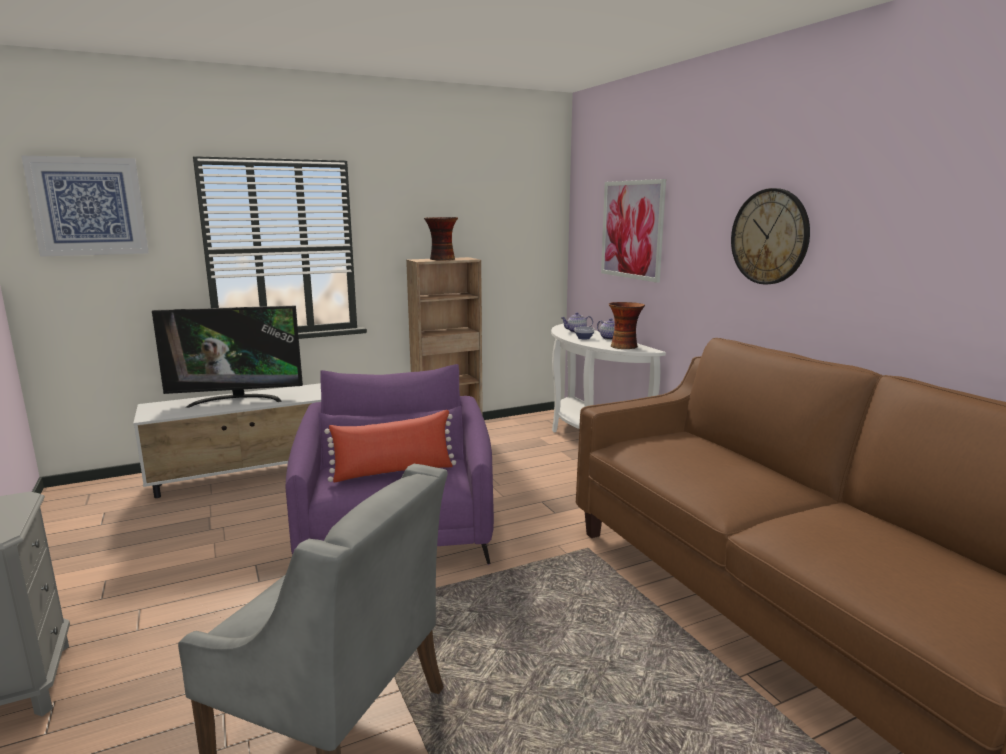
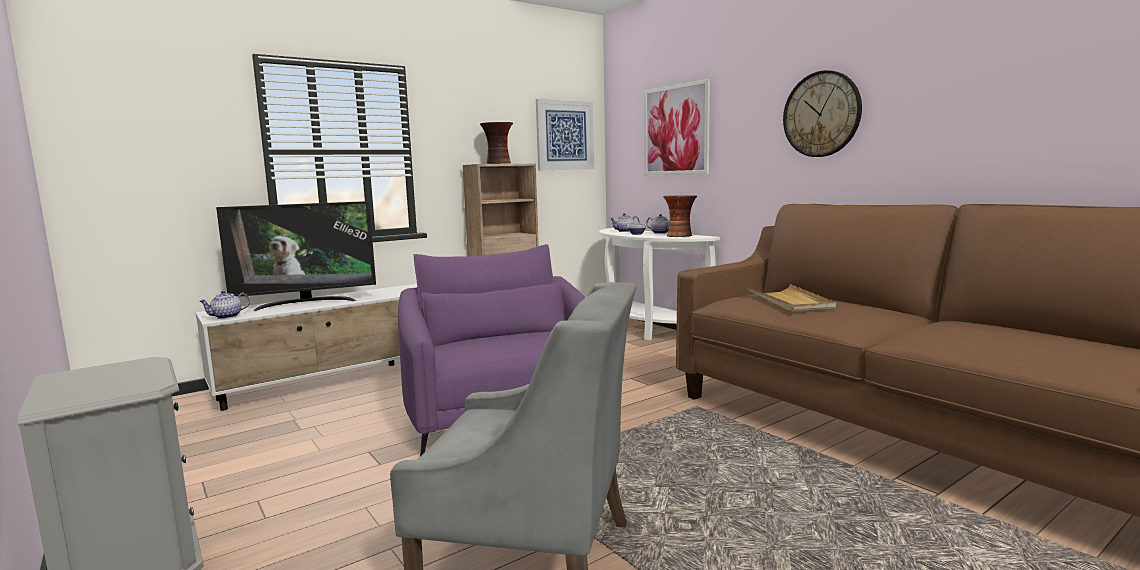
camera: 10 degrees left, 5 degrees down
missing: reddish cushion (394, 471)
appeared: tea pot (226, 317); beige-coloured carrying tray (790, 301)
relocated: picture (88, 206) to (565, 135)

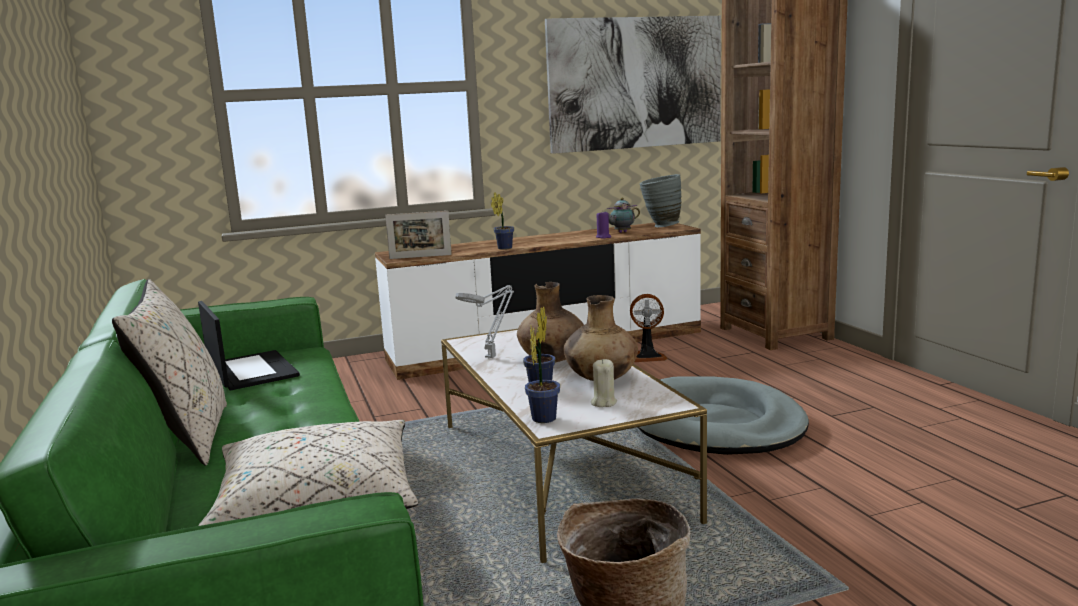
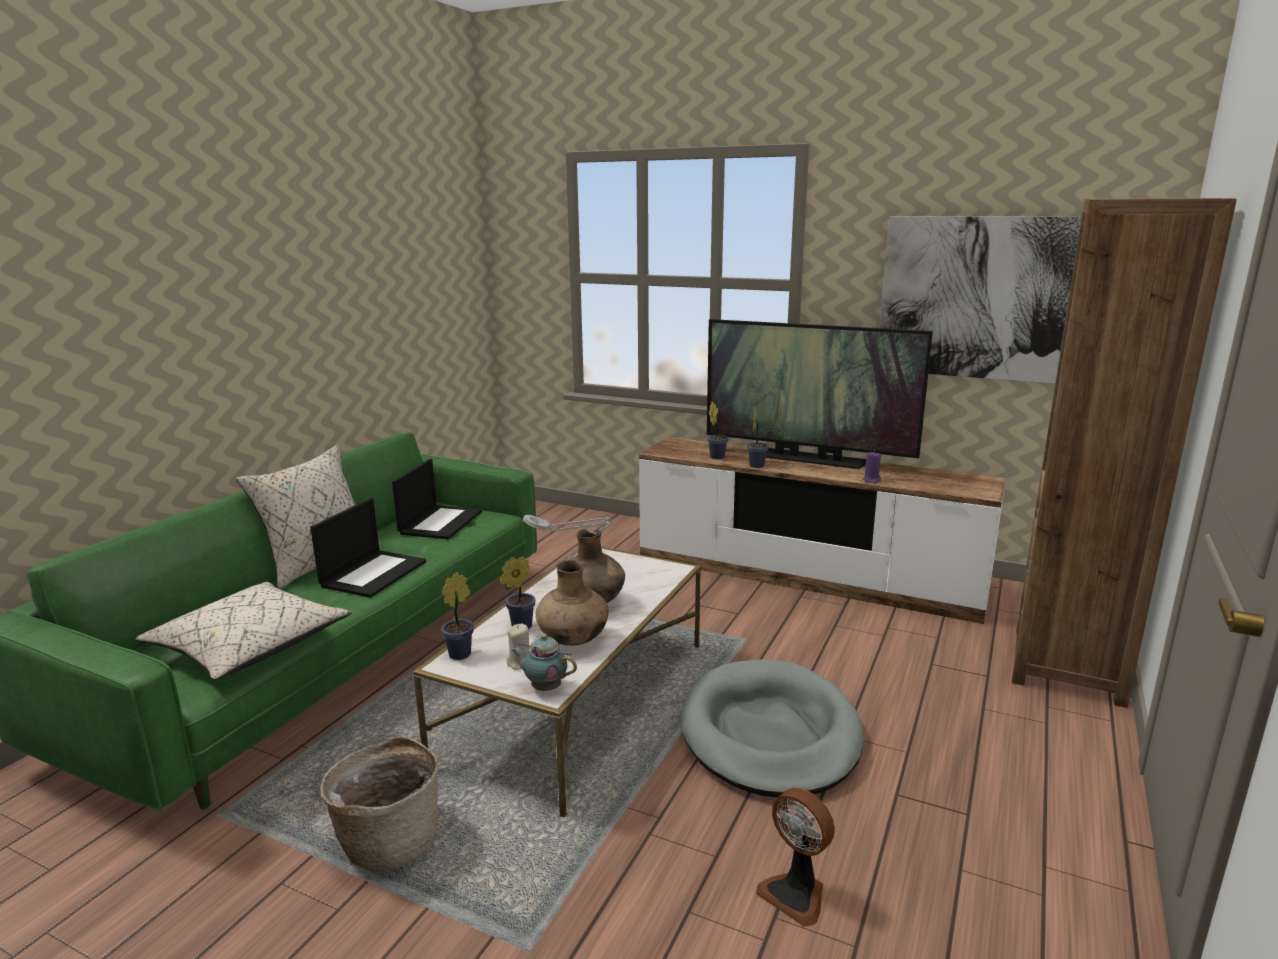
camera: 45 degrees right, 5 degrees up
missing: standing frame (420, 257); gray flower vase (660, 226)
appeared: laptop (374, 573); TV (807, 459); houseplant (716, 456)
relocated: tea pot (621, 232) to (544, 687); cooling fan (647, 357) to (796, 894)

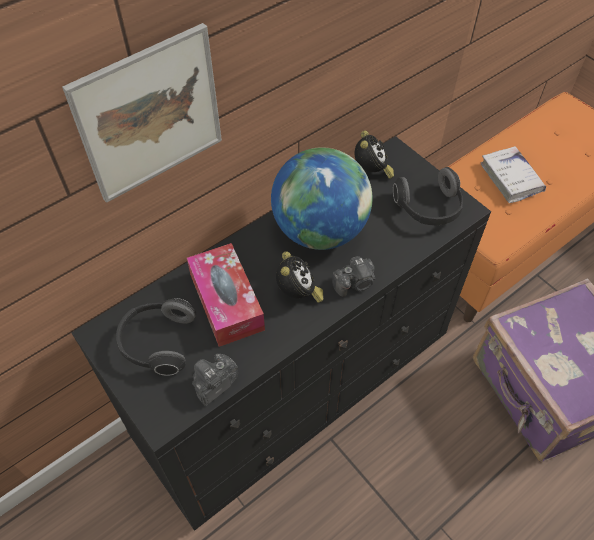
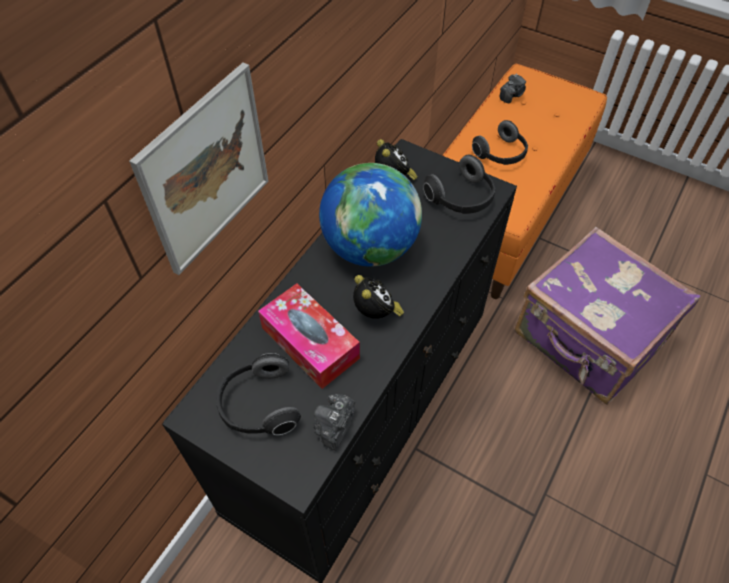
camera: 20 degrees left, 0 degrees up
relocated: still camera (355, 283) to (512, 95)
exchanged: white book (510, 179) to headphones (501, 154)

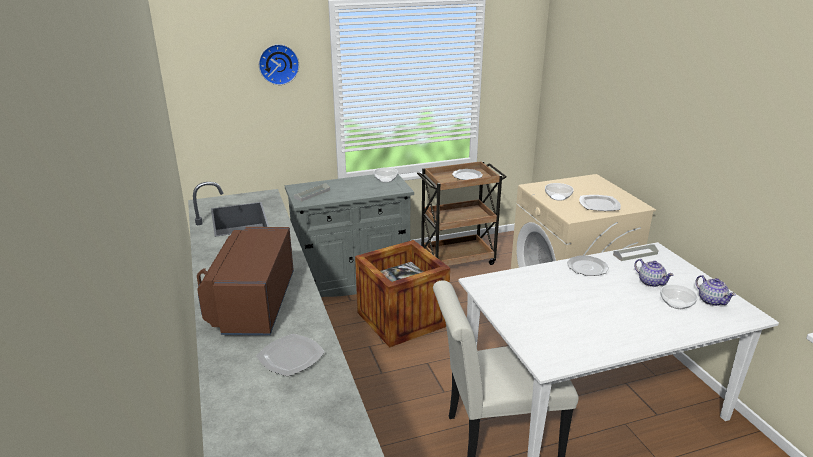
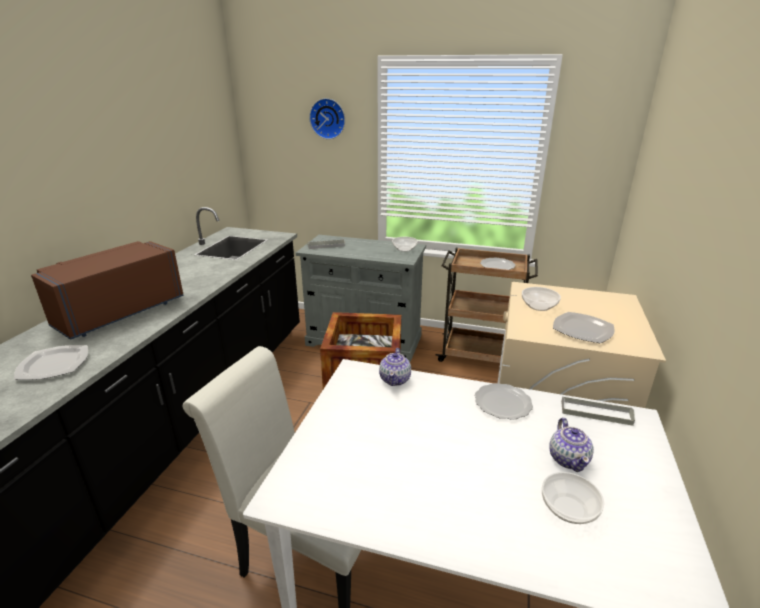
camera: 35 degrees right, 0 degrees up
relocated: tea pot (711, 301) to (395, 379)

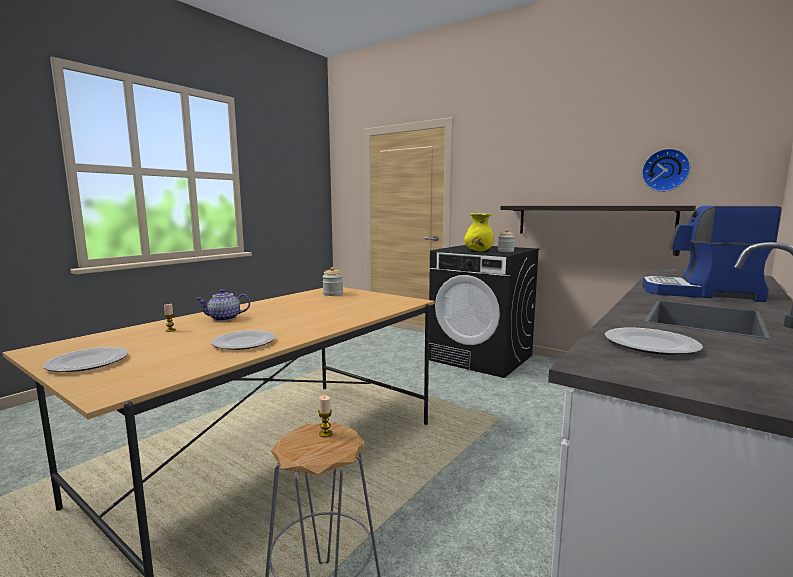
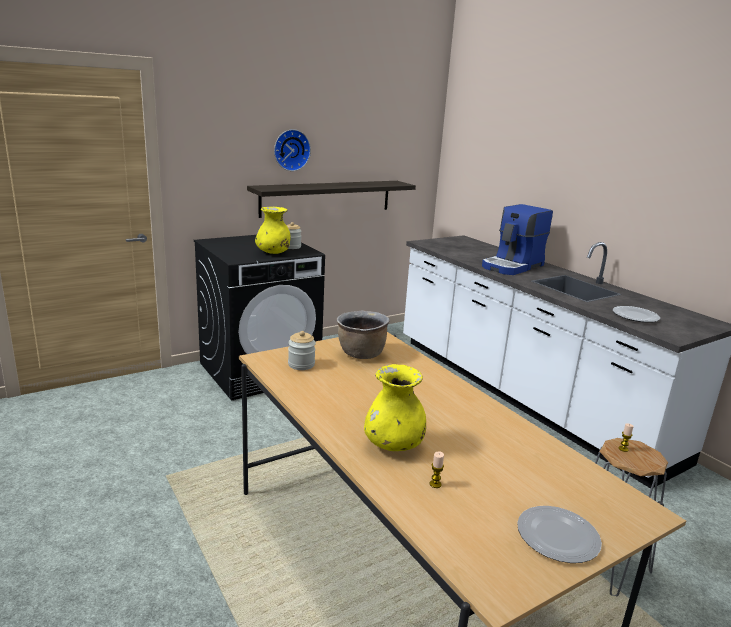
camera: 70 degrees left, 10 degrees up
missing: dinner plate (243, 343)
appeared: brown saucepot (361, 354)
relocated: clock on the wall (665, 170) to (291, 150)
exchanged: tea pot (224, 318) to yellowish flower vase (393, 445)

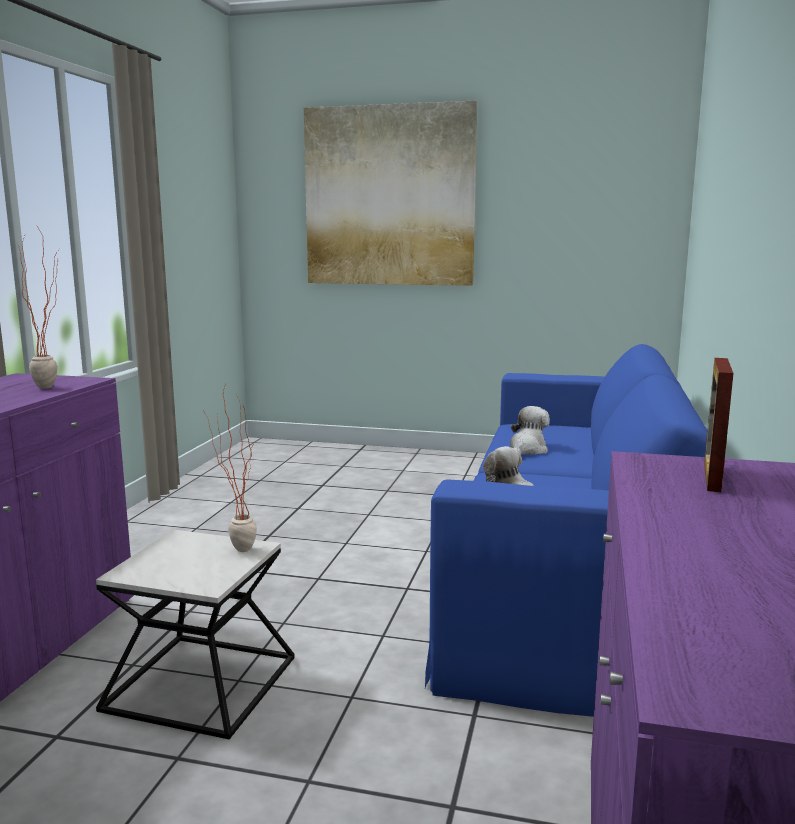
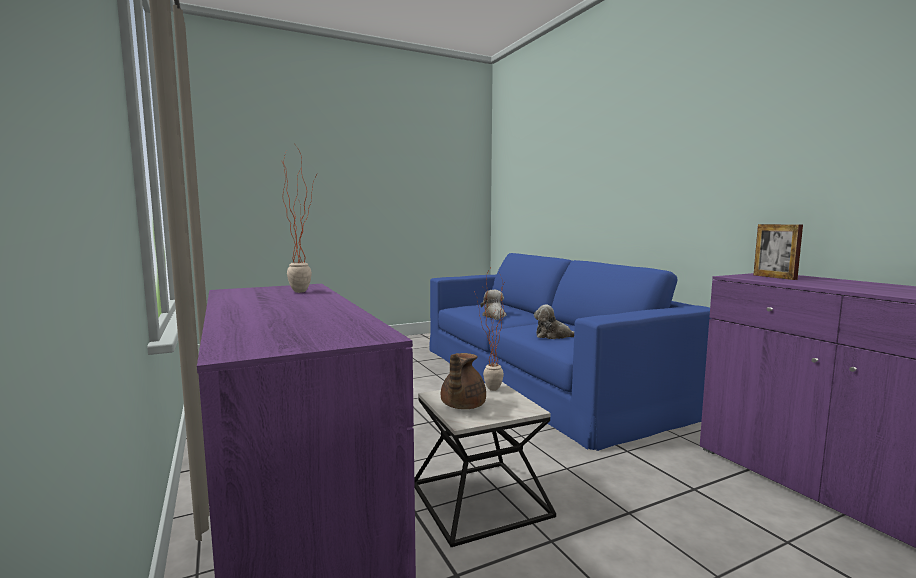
camera: 40 degrees left, 5 degrees down
missing: picture (389, 196)
appeared: brown tea pot (461, 406)

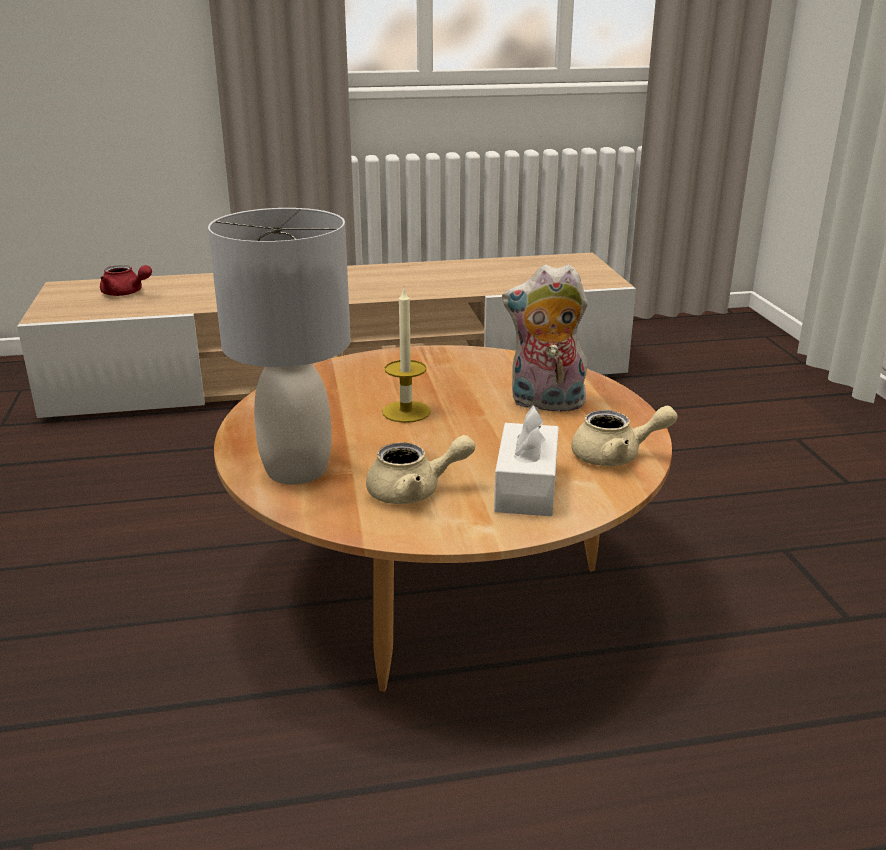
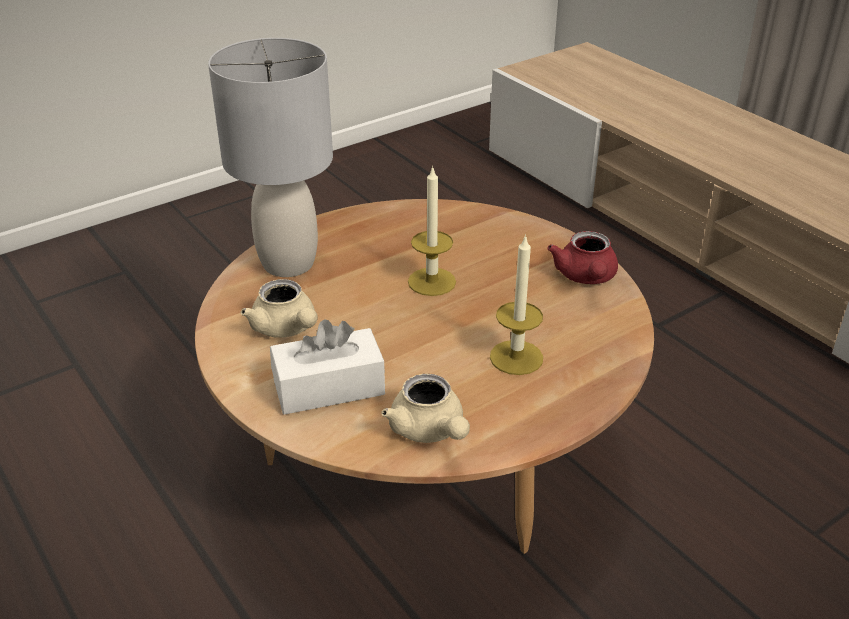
camera: 65 degrees right, 10 degrees up
relocated: reddish tea pot (126, 293) to (586, 277)
exchanged: cuddly toy (545, 404) to wax candle (516, 357)

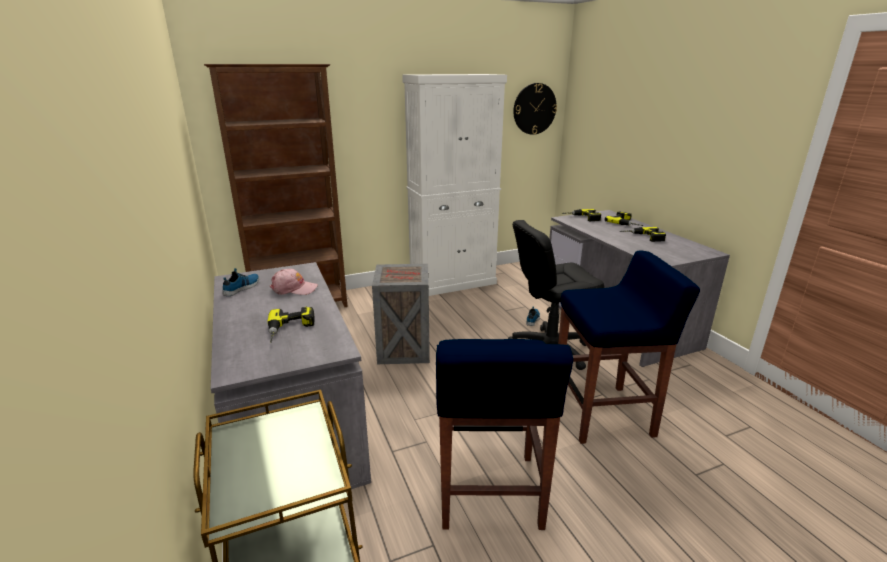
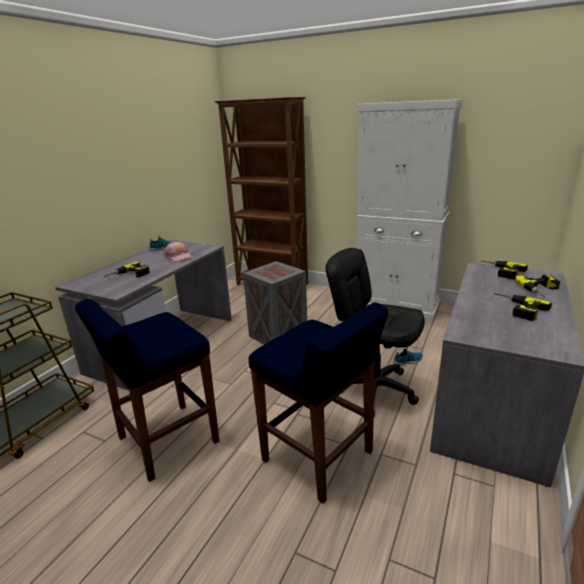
camera: 50 degrees right, 0 degrees up
missing: clock on the wall (534, 109)

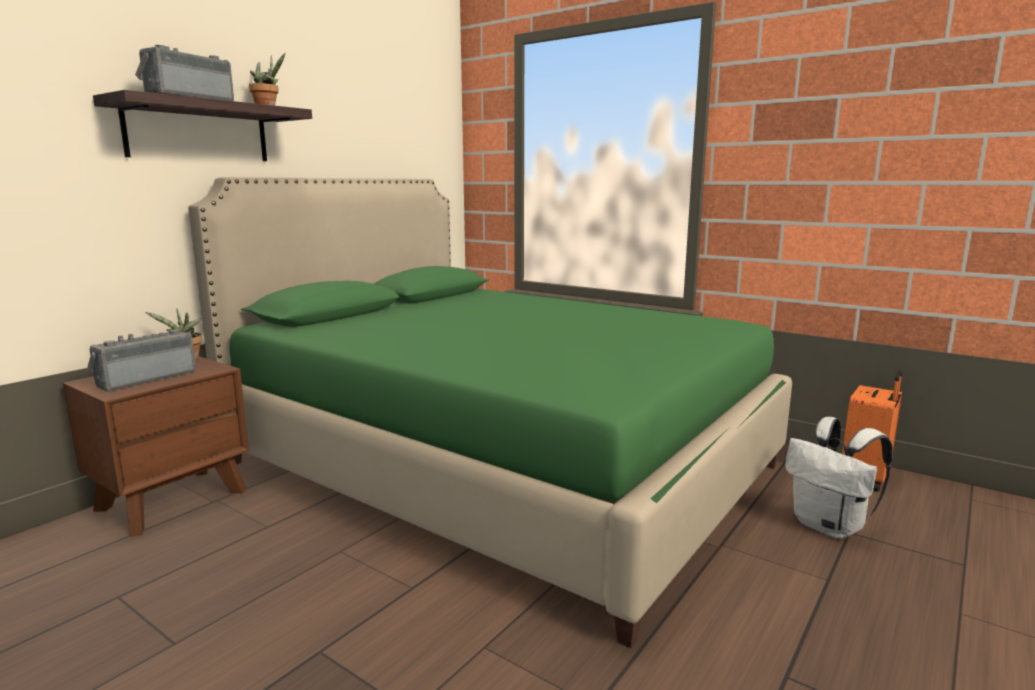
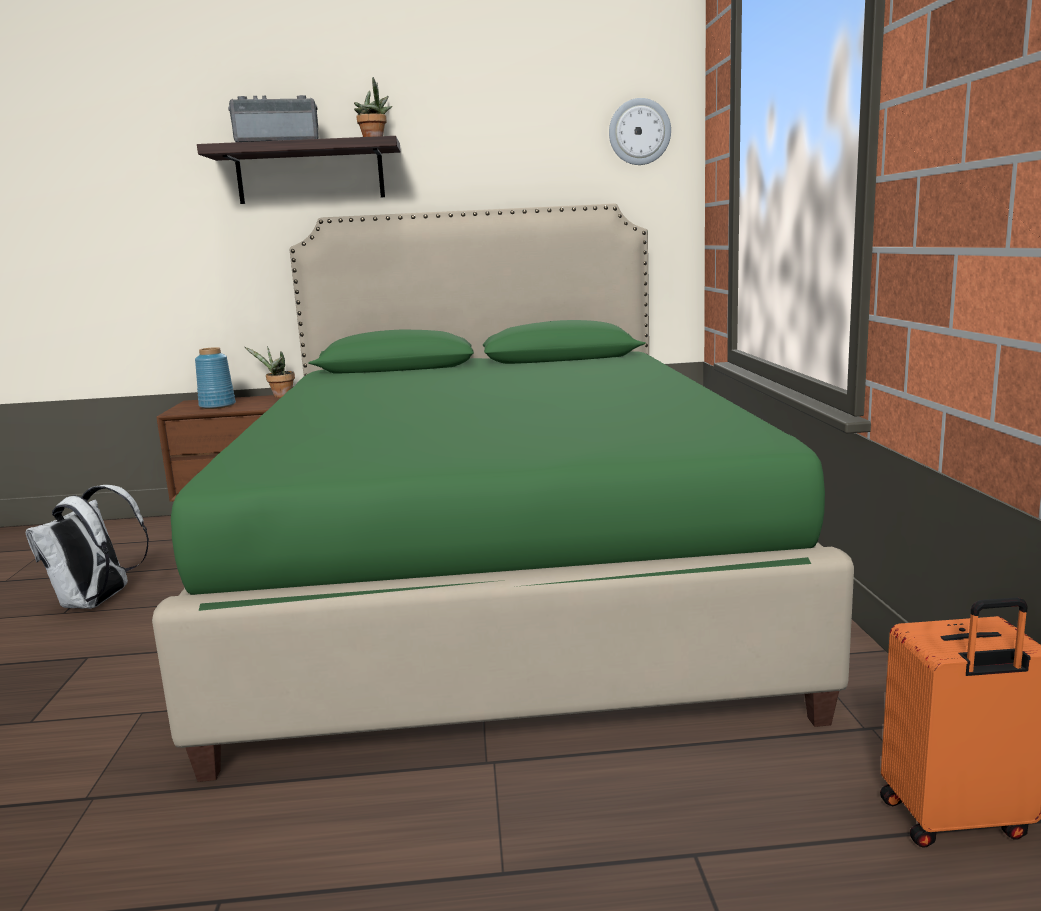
camera: 50 degrees right, 0 degrees up
appeared: clock on the wall (639, 132)
relocated: white rucksack (830, 527) to (97, 602)
exchanged: radio receiver (146, 378) to blue flower vase (218, 406)

